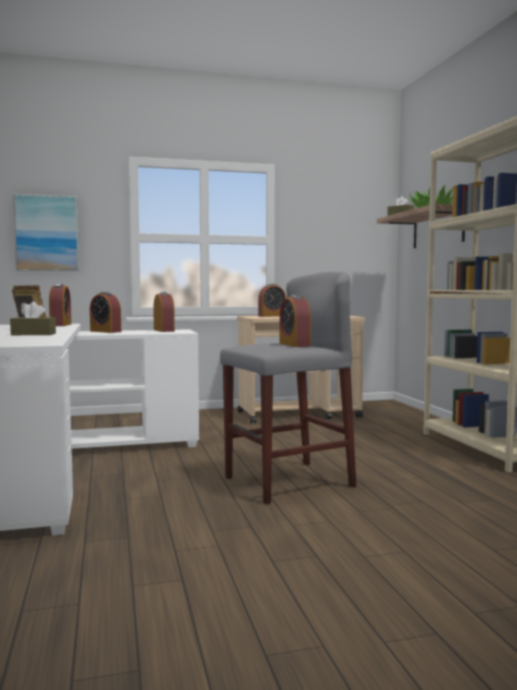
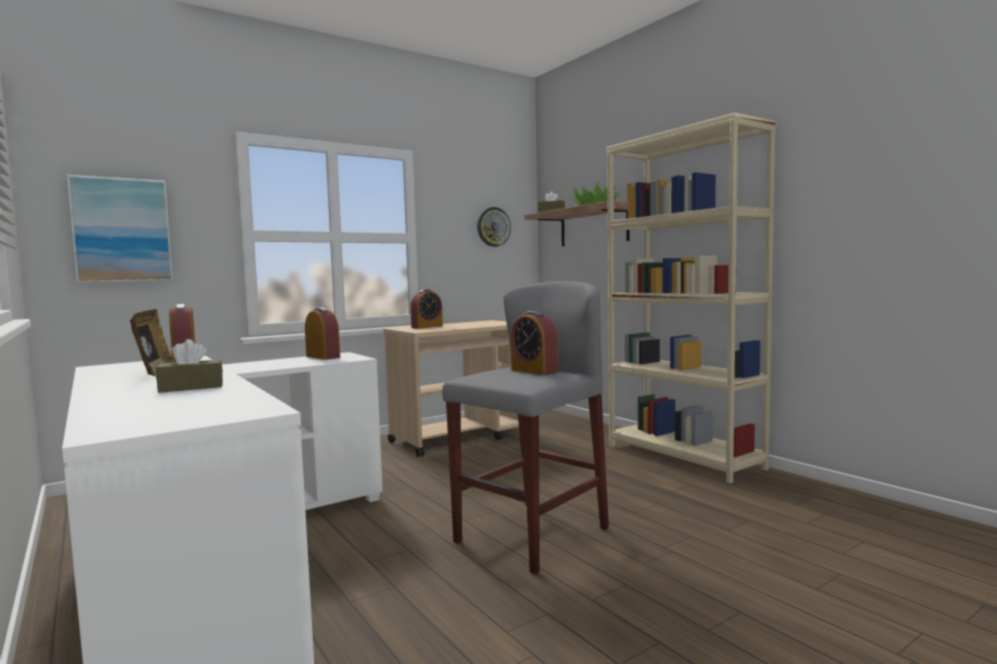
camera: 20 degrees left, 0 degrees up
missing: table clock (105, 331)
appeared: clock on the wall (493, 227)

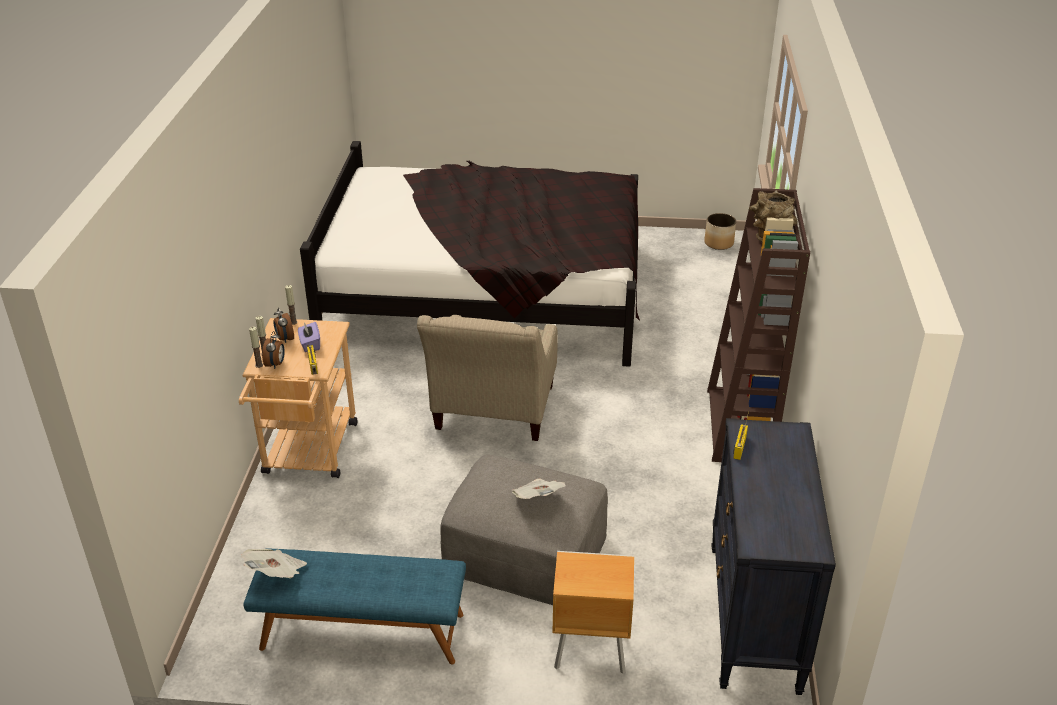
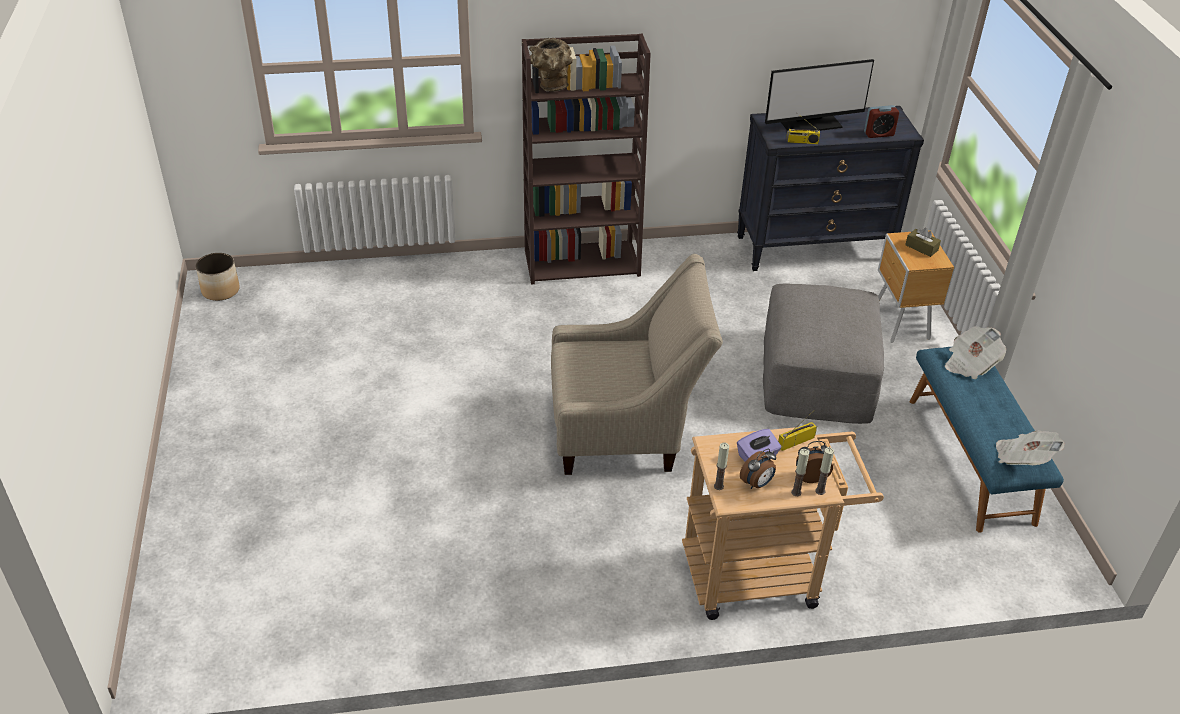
camera: 105 degrees left, 5 degrees up
missing: black sleeping bed (487, 293)
appeared: computer display (810, 123); table clock (878, 134); brown box of tissues (921, 248)
relocated: daily paper (538, 499) to (970, 364)

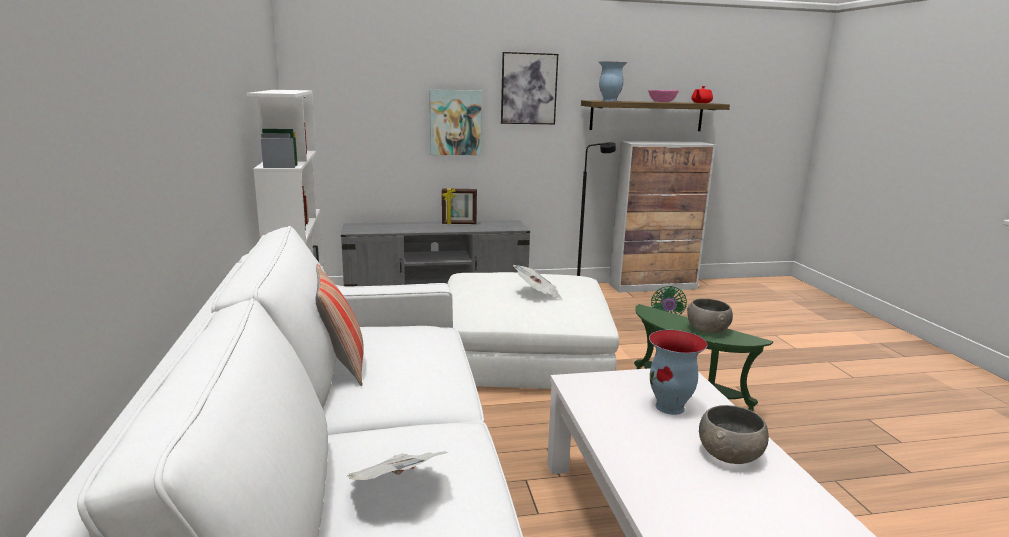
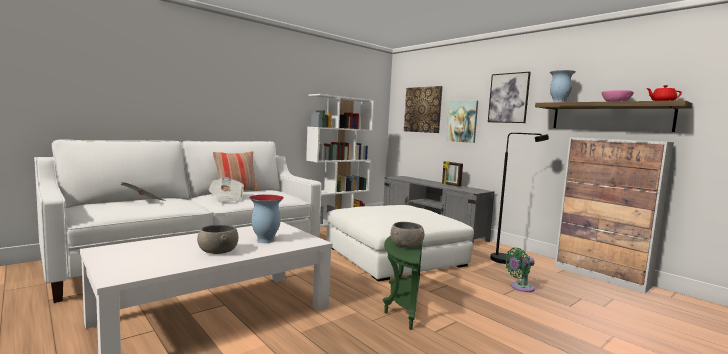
camera: 60 degrees right, 10 degrees down
appeared: picture (423, 109)
relocated: daily paper (538, 294) to (226, 199)

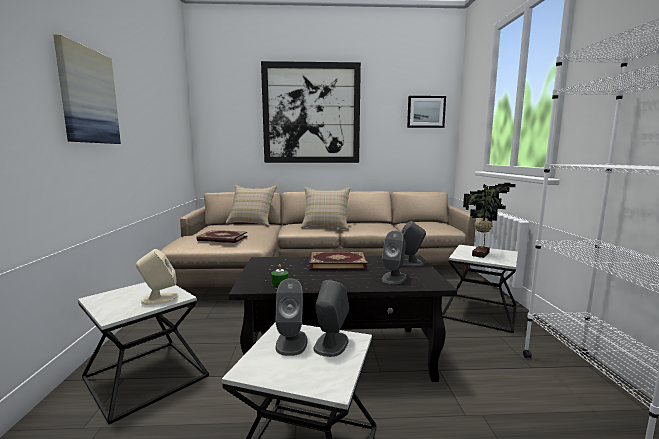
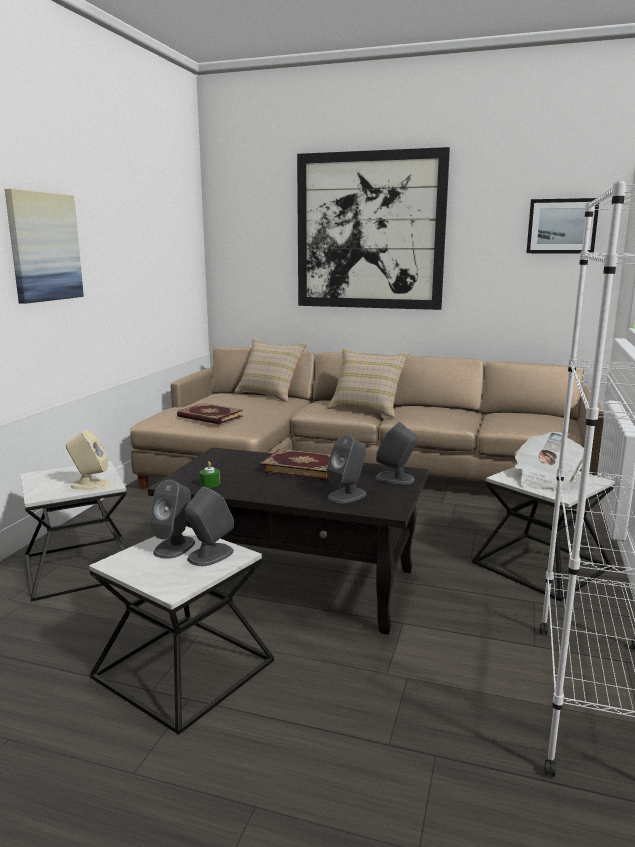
camera: 20 degrees right, 5 degrees up
exchanged: houseplant (482, 254) to daily paper (545, 479)

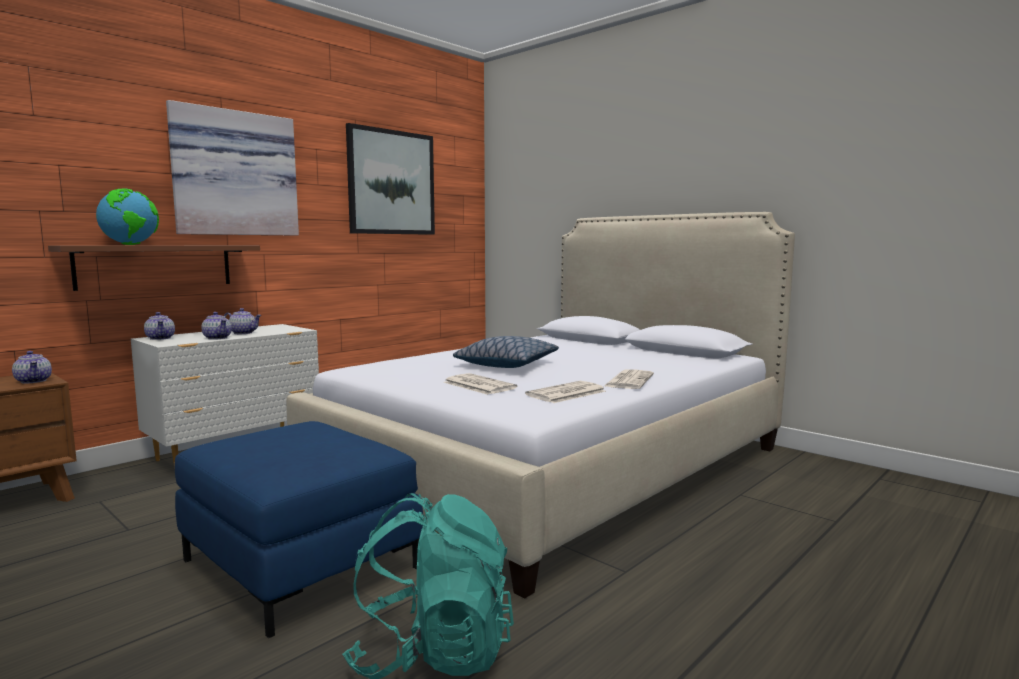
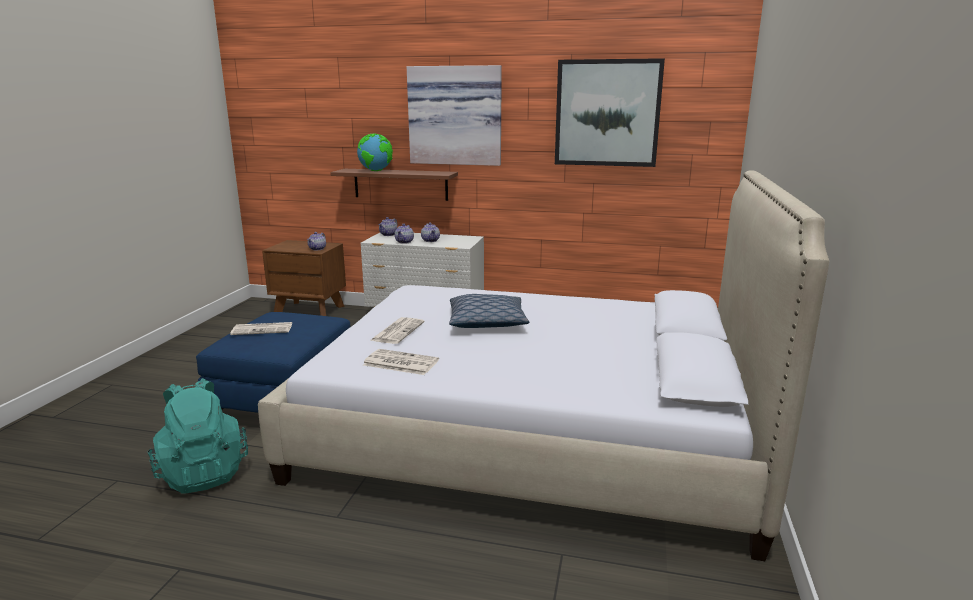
camera: 60 degrees right, 10 degrees up
relocated: daily paper (628, 380) to (263, 329)

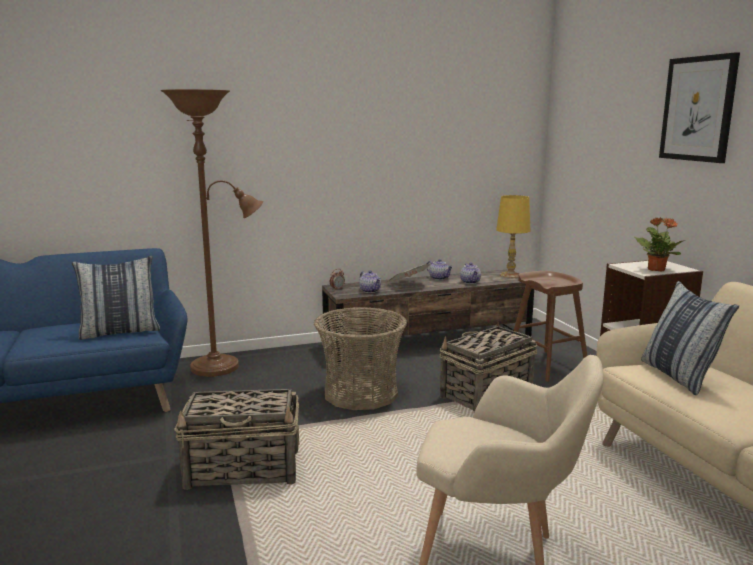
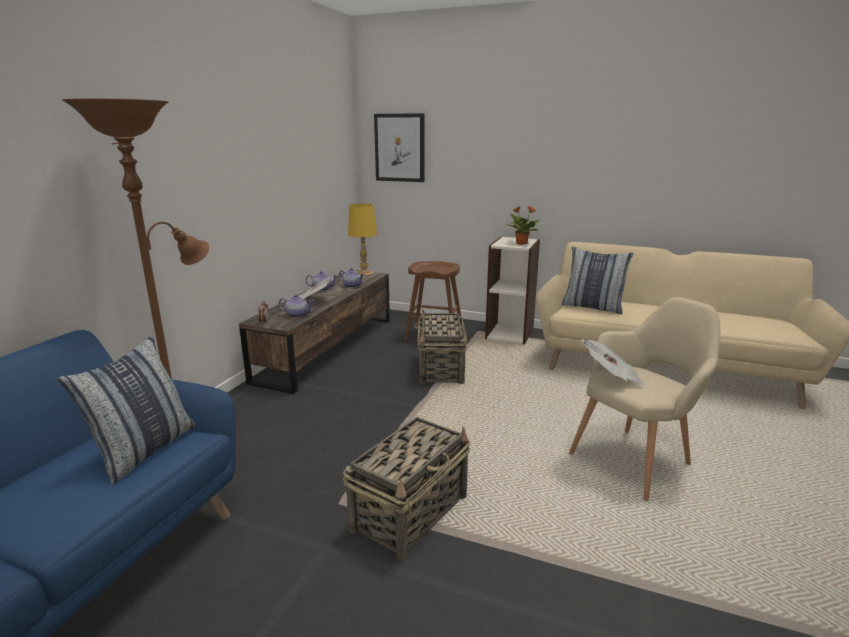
camera: 50 degrees left, 5 degrees up
missing: household basket (361, 393)
appeared: daily paper (611, 377)
relocated: picture (698, 109) to (400, 148)

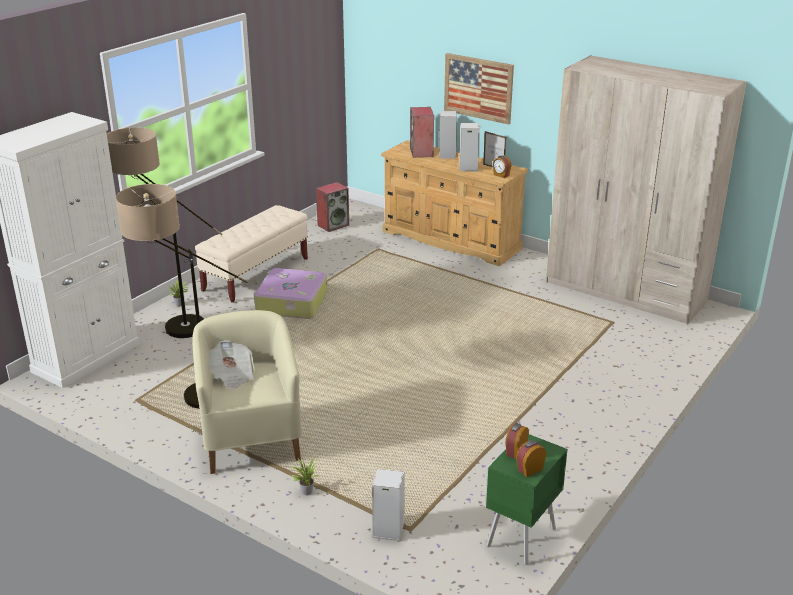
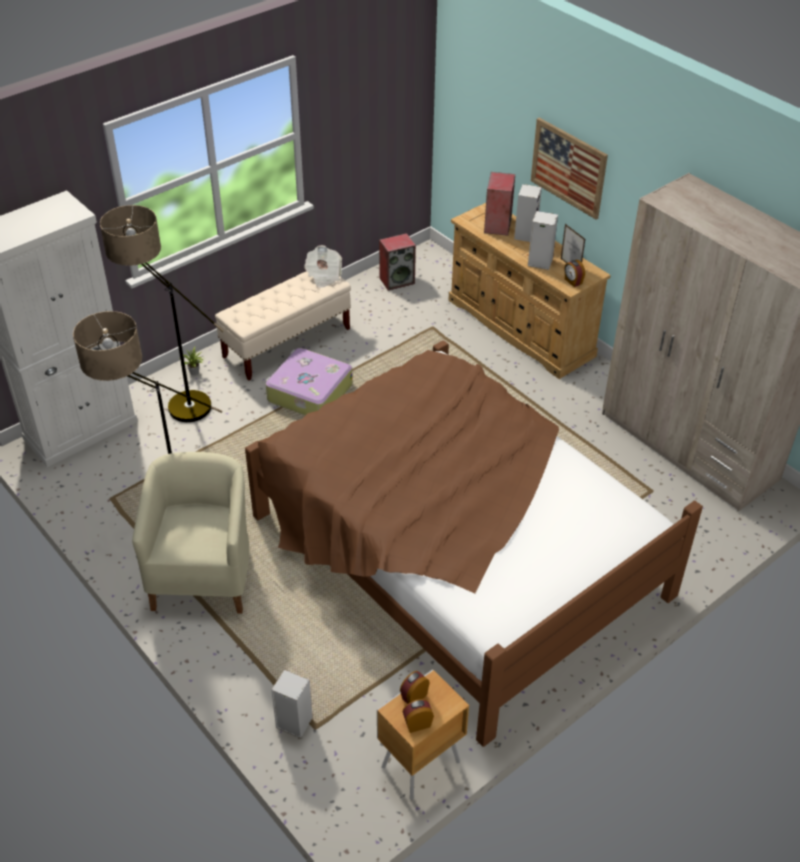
camera: 15 degrees right, 15 degrees up
missing: houseplant (305, 491)
appeared: brown sleeping bed (455, 554)
relocated: daily paper (232, 376) to (323, 276)
colour: green-coloured night table (519, 538) to brown night table (418, 765)

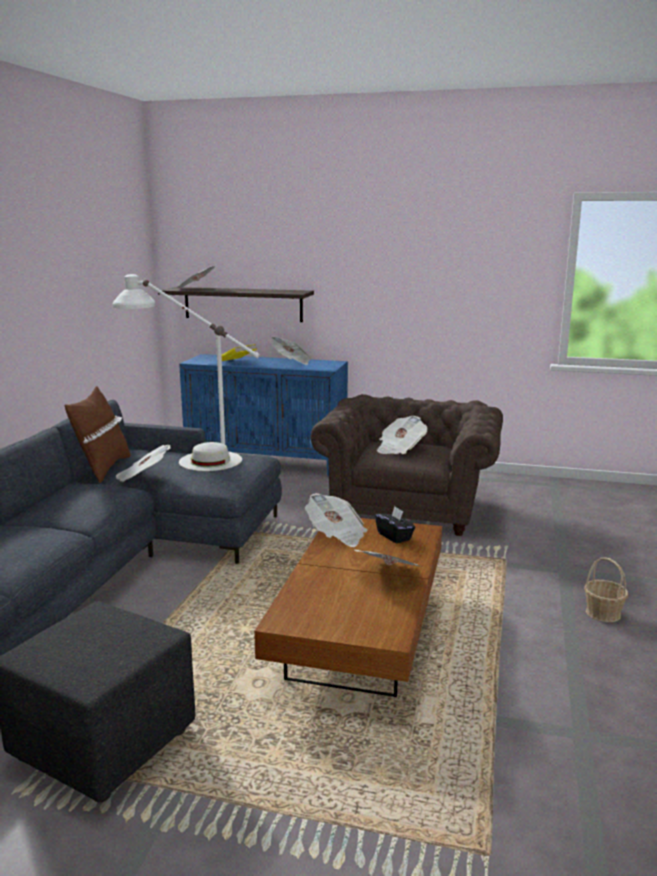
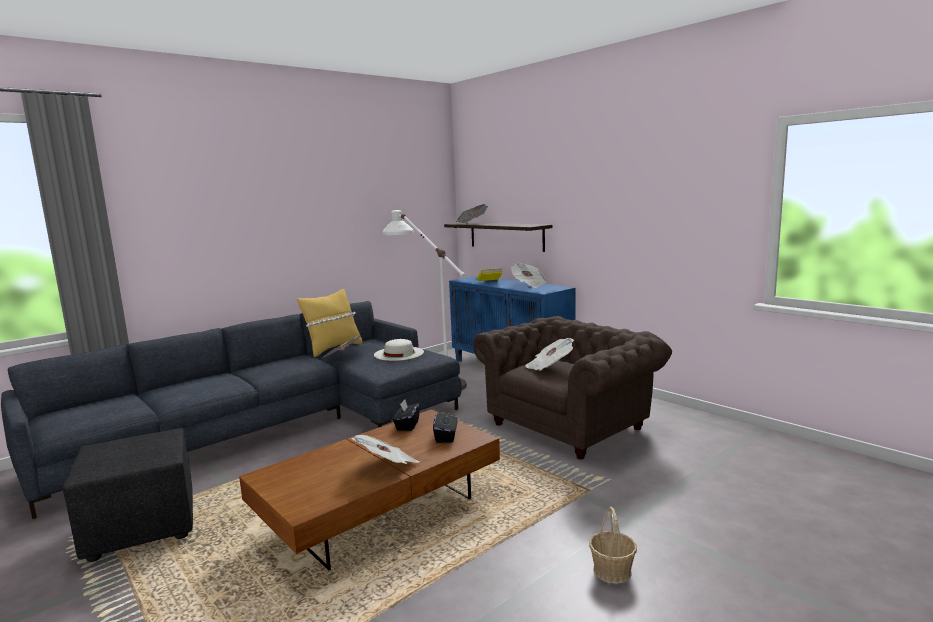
camera: 35 degrees right, 5 degrees down
exchanged: daily paper (336, 535) to black box of tissues (407, 425)
colour: brown cushion (103, 469) to yellowish cushion (333, 348)

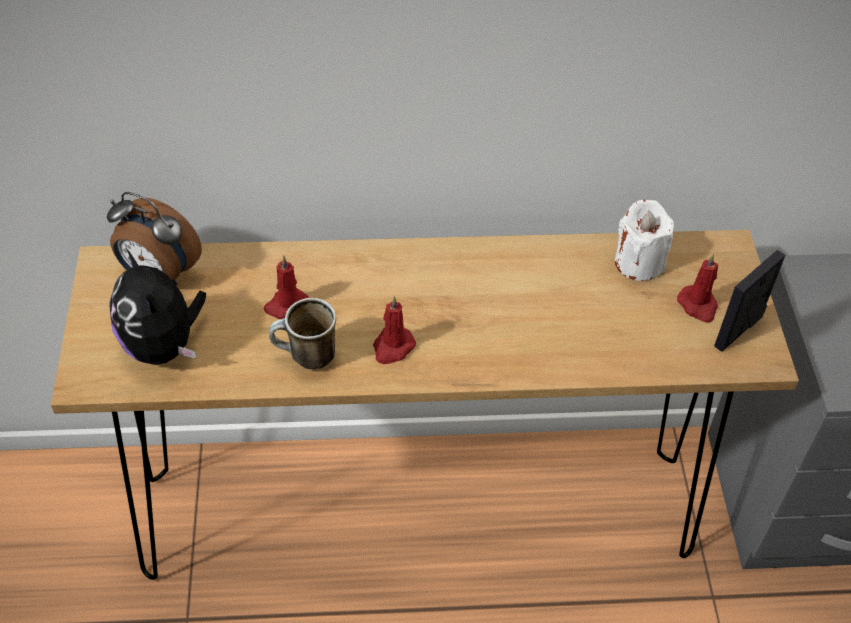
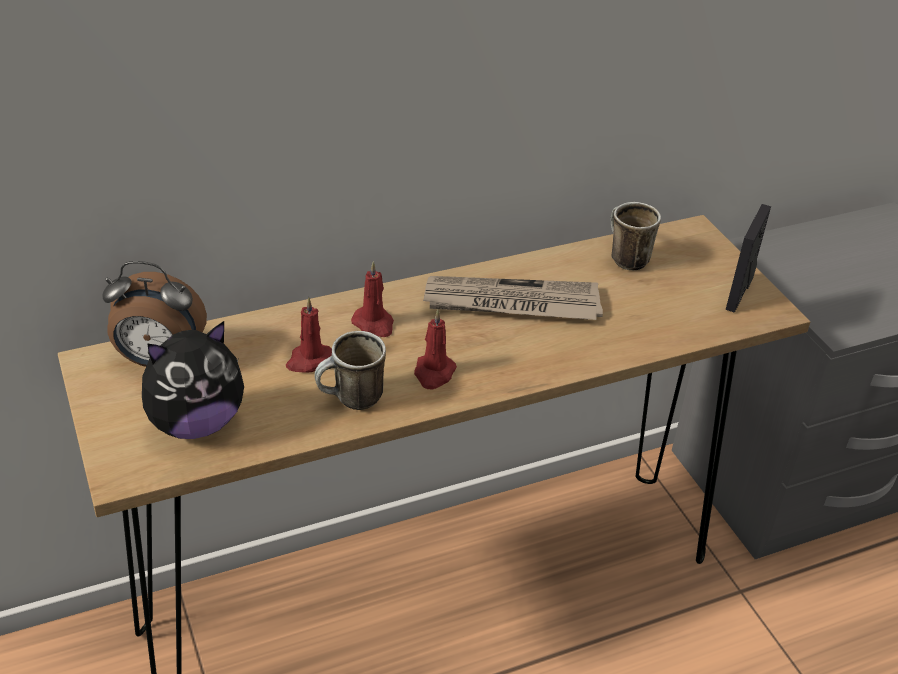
camera: 20 degrees left, 10 degrees down
appeared: daily paper (511, 303)
relocated: reddish wax candle (698, 305) to (374, 324)
exchanged: white wax candle (638, 262) to coffee mug (623, 258)
spun: cuddly toy (164, 346) = (196, 423) 75 degrees counterclockwise

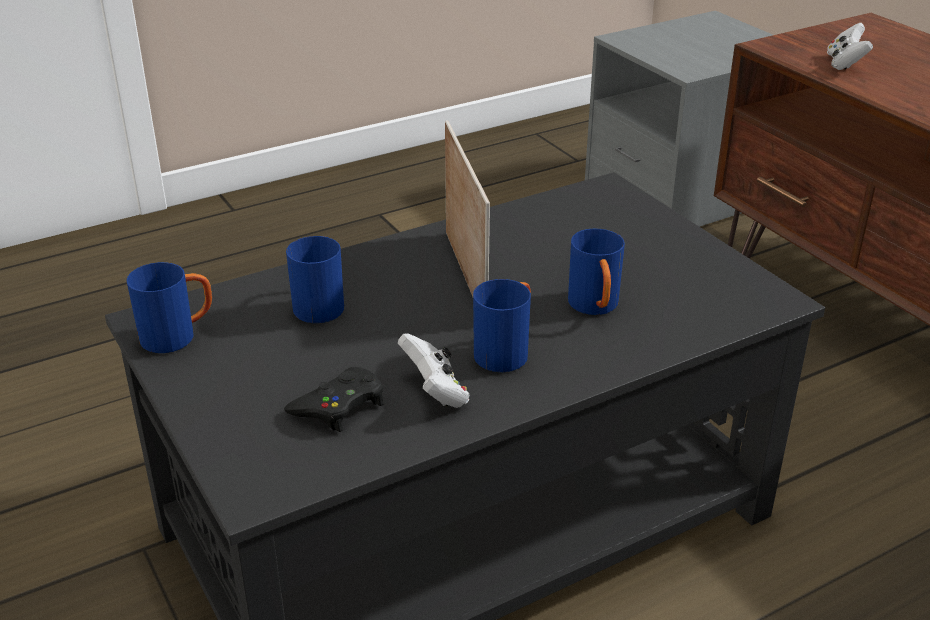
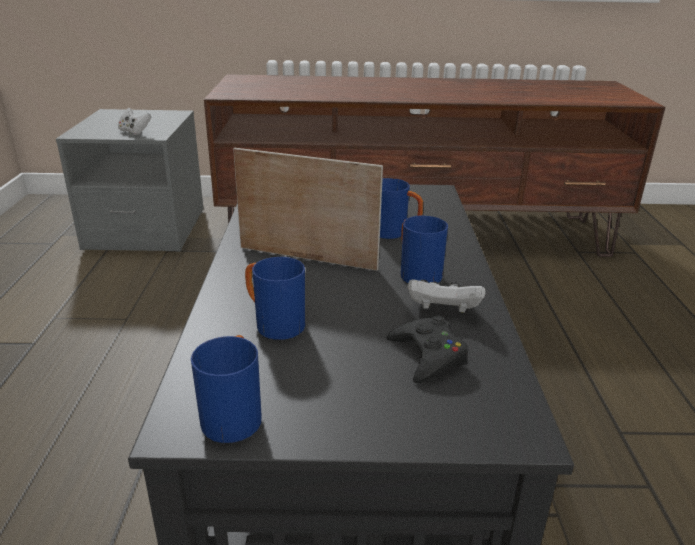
camera: 60 degrees left, 5 degrees down
relocated: white game controller (845, 64) to (134, 132)

